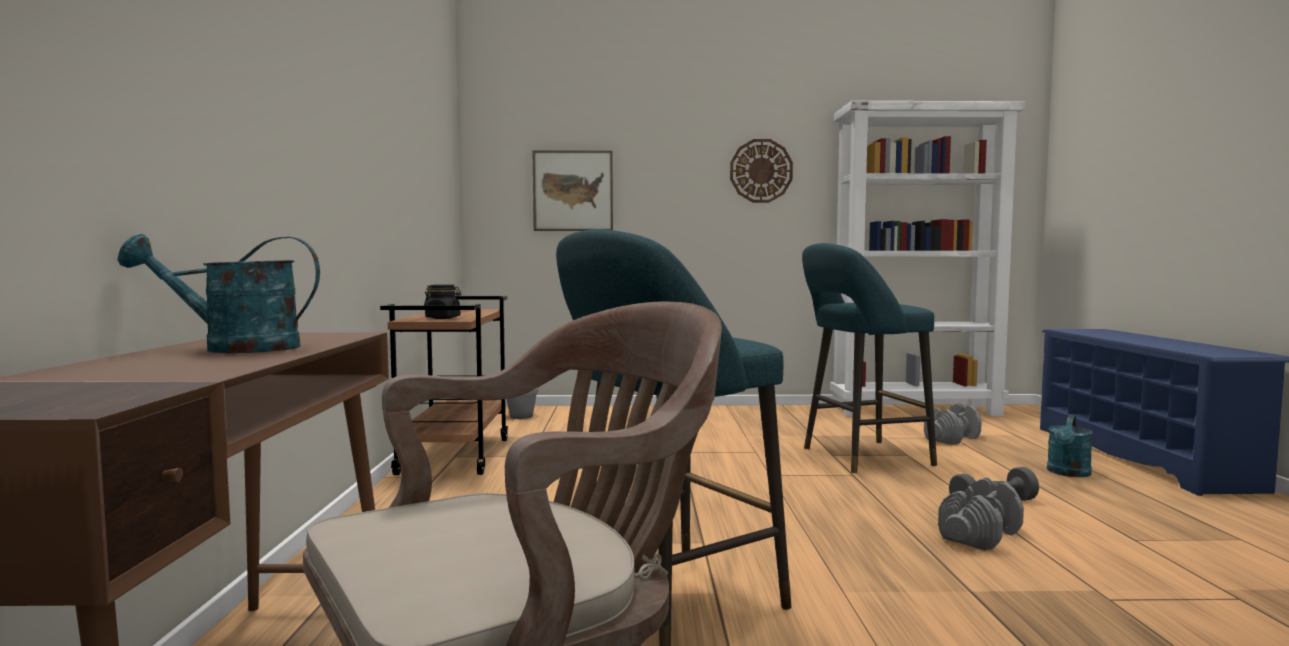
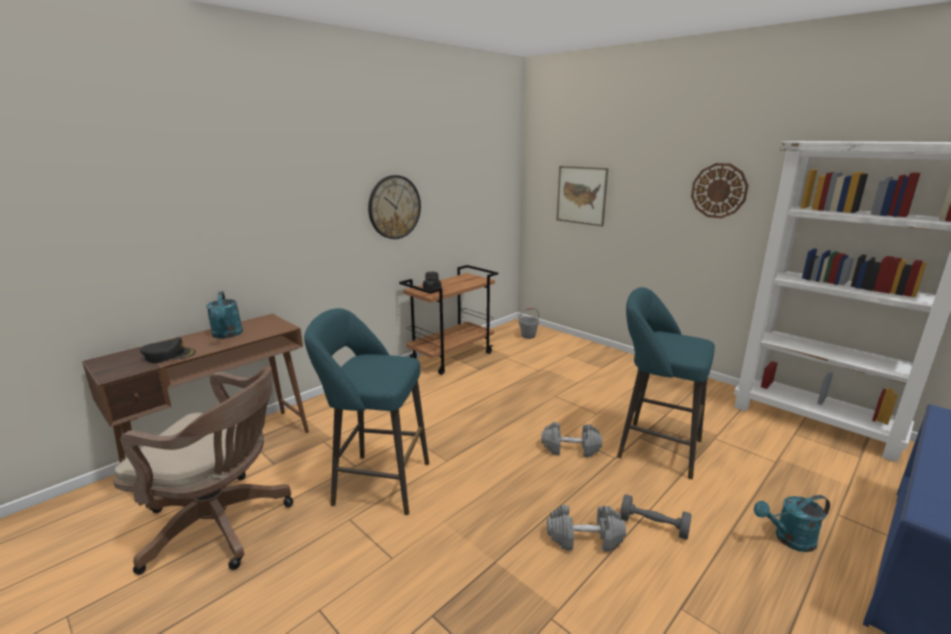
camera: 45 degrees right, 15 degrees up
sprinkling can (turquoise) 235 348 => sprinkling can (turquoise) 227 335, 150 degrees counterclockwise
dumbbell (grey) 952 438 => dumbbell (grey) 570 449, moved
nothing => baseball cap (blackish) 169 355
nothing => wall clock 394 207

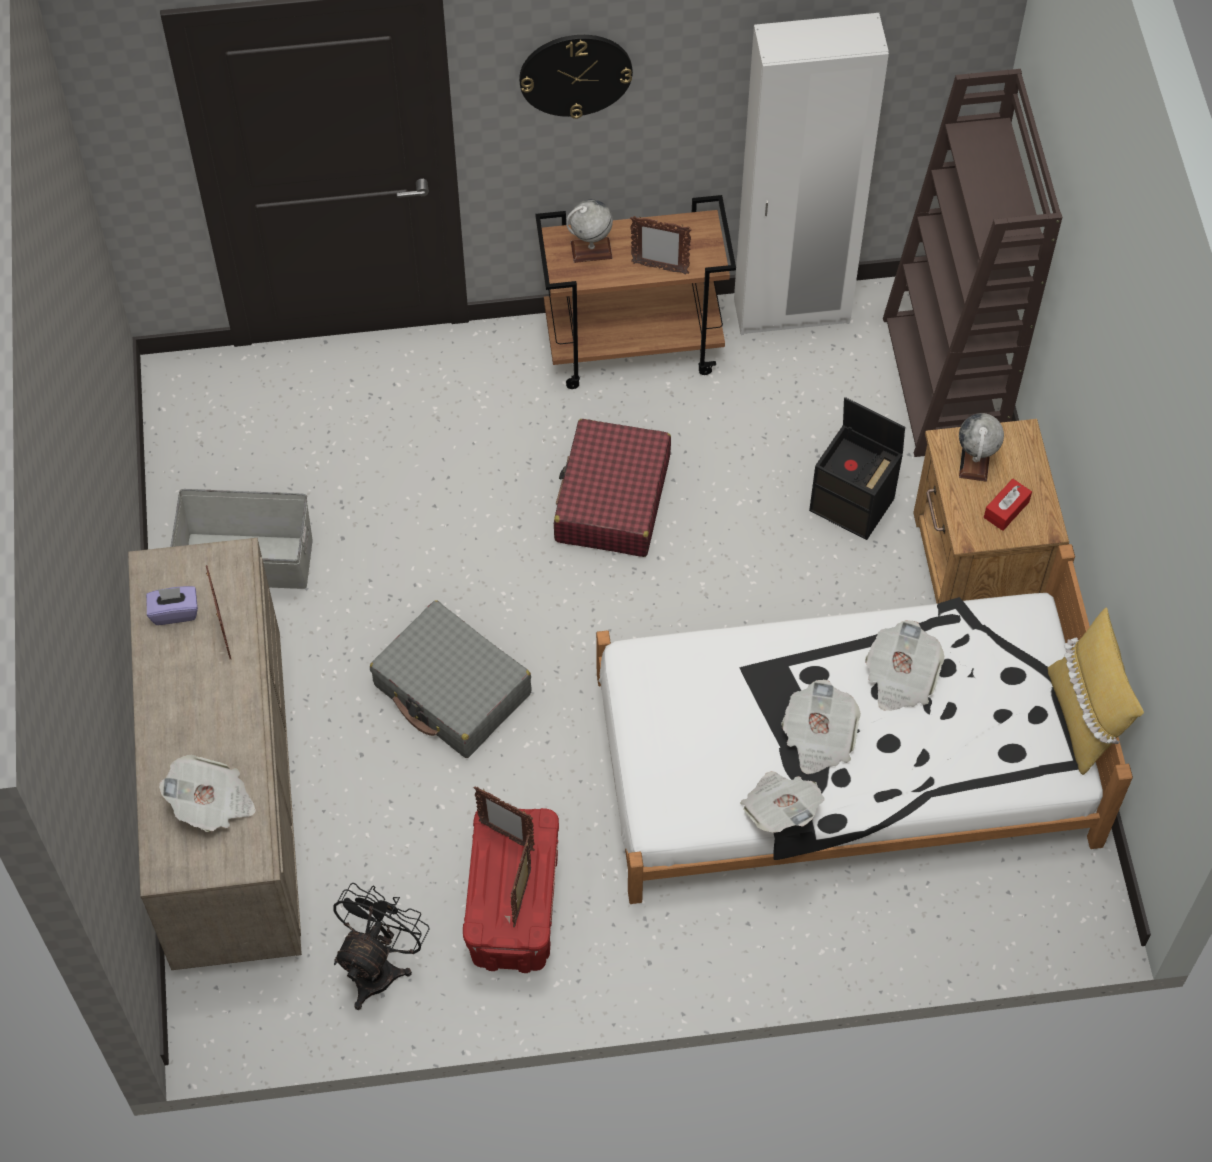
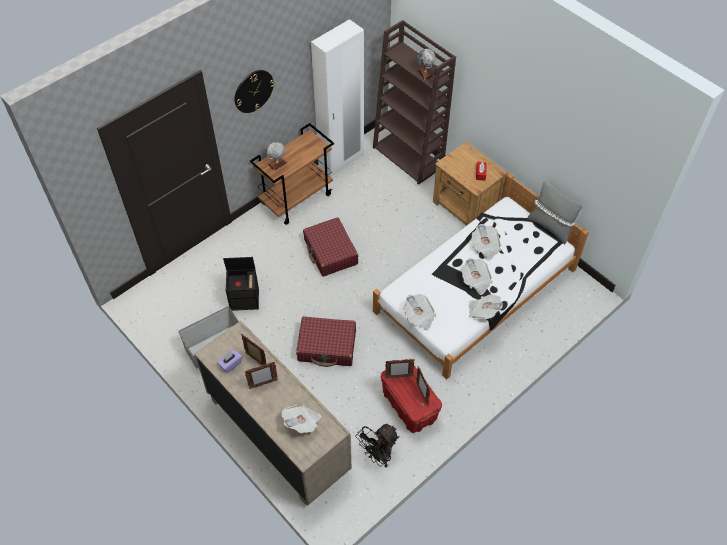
camera: 35 degrees left, 5 degrees down
cooling fan (blackish) 379 966 => cooling fan (blackish) 378 455, 120 degrees counterclockwise
travel case (grey) 452 690 => travel case (red-coloured) 327 346
picture frame 659 268 => picture frame 263 384, moved
storage box (blackish) 853 504 => storage box (blackish) 245 299, moved
desk globe 974 463 => desk globe 425 73, moved
throw pillow (yellowish) 1083 718 => throw pillow (grey) 550 227
nothing => newspaper 419 317

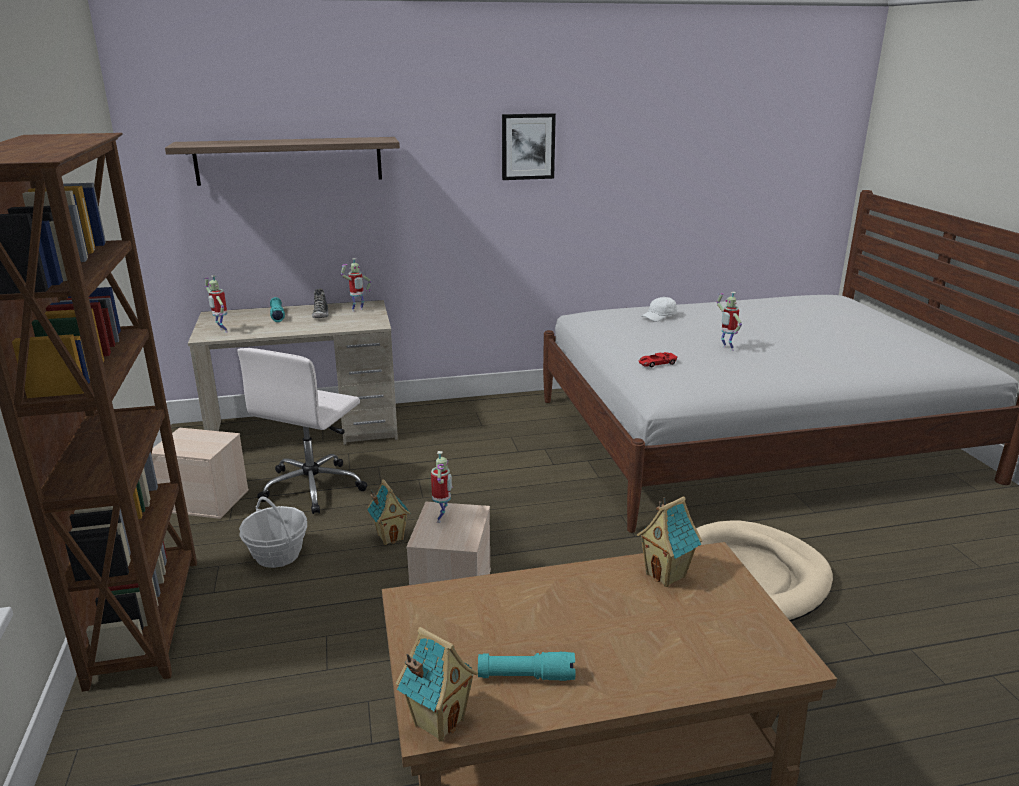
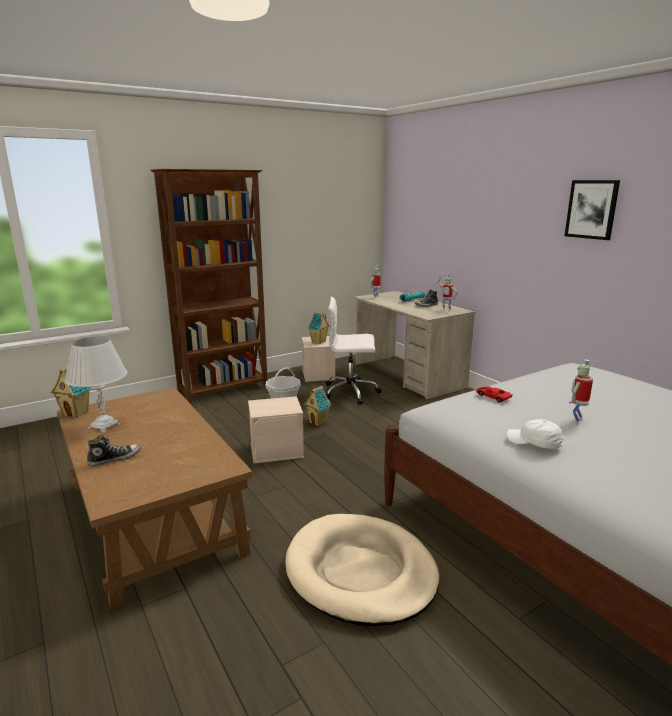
camera: 70 degrees right, 5 degrees down
bracket shelf 289 160 => nothing
toy robot 442 518 => nothing
torch (turquoise) 526 676 => tabletop lamp (white) 104 426
miniature house 667 575 => miniature house 319 342, moved
baseball cap (white) 659 316 => baseball cap (white) 534 443, moved
nothing => low shoe 115 459

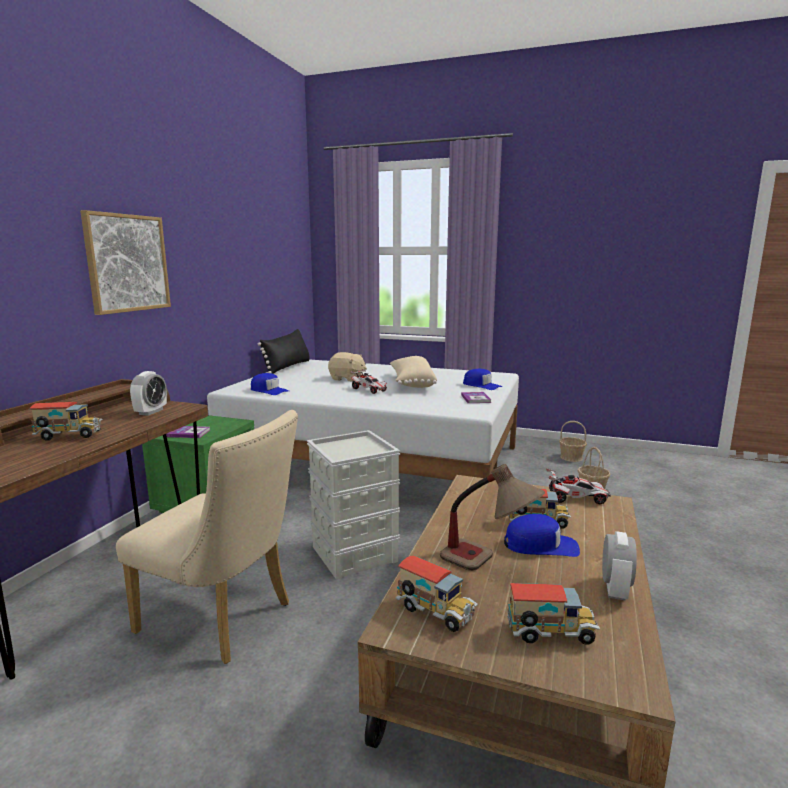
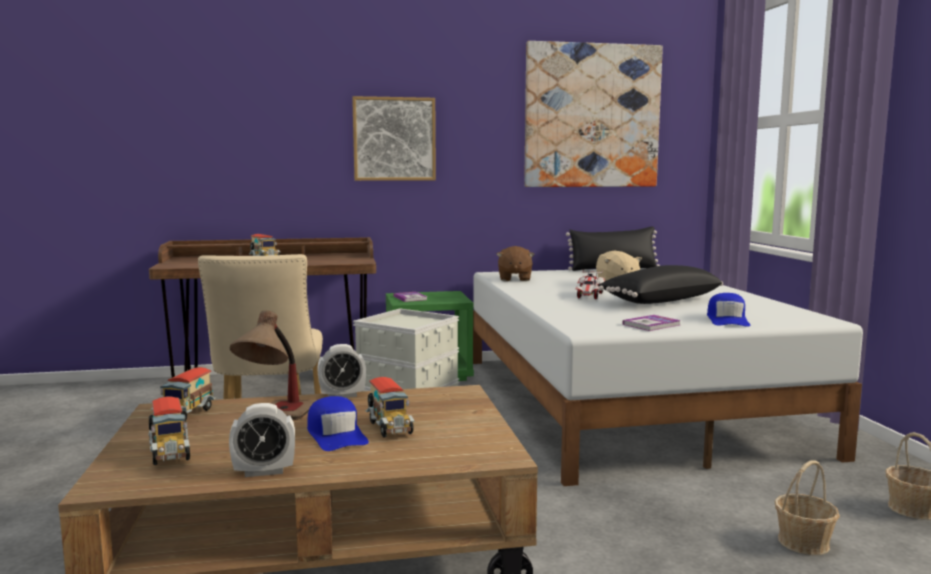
camera: 60 degrees right, 5 degrees down
alarm clock 151 412 => alarm clock 342 395, moved
baseball cap (blue) 269 390 => plush toy (brown-coloured) 514 279
throw pillow (sand-coloured) 411 383 => throw pillow (blackish) 659 301
model car 576 498 => nothing
nothing => wall art 592 116

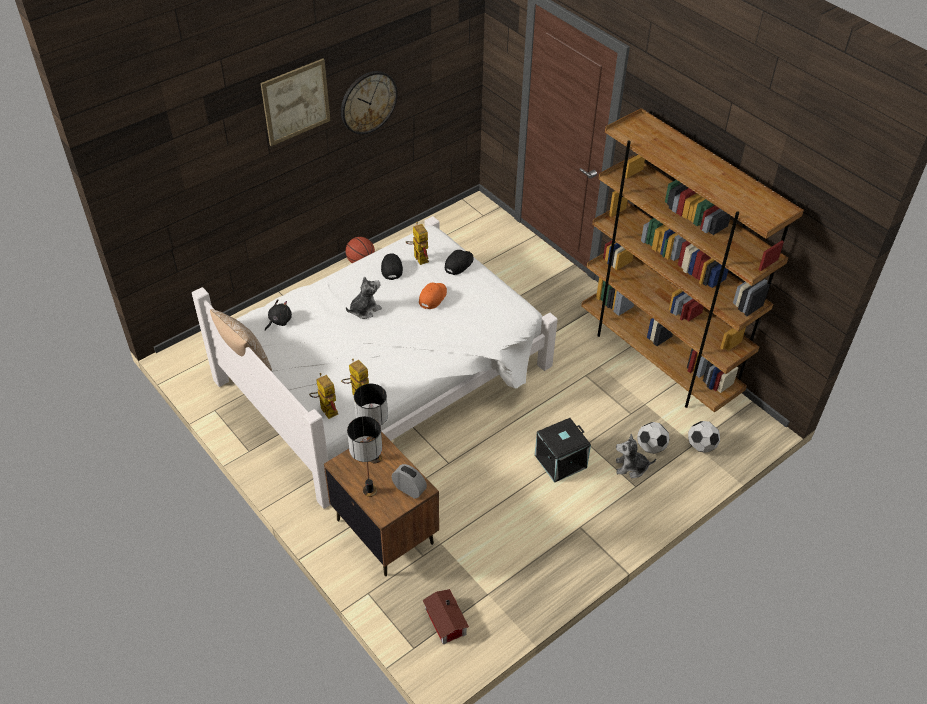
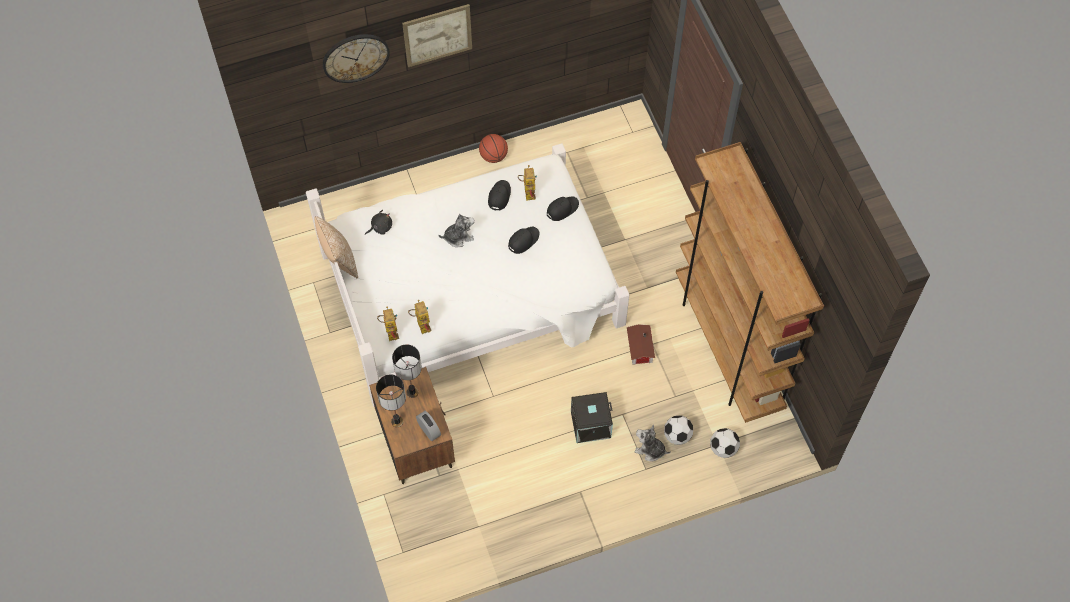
camera: 20 degrees right, 15 degrees up
wall clock 368 102 => wall clock 355 57, moved
baseball cap (orange-coloured) 432 297 => baseball cap (blackish) 523 240
miniature house 445 622 => miniature house 639 349, moved

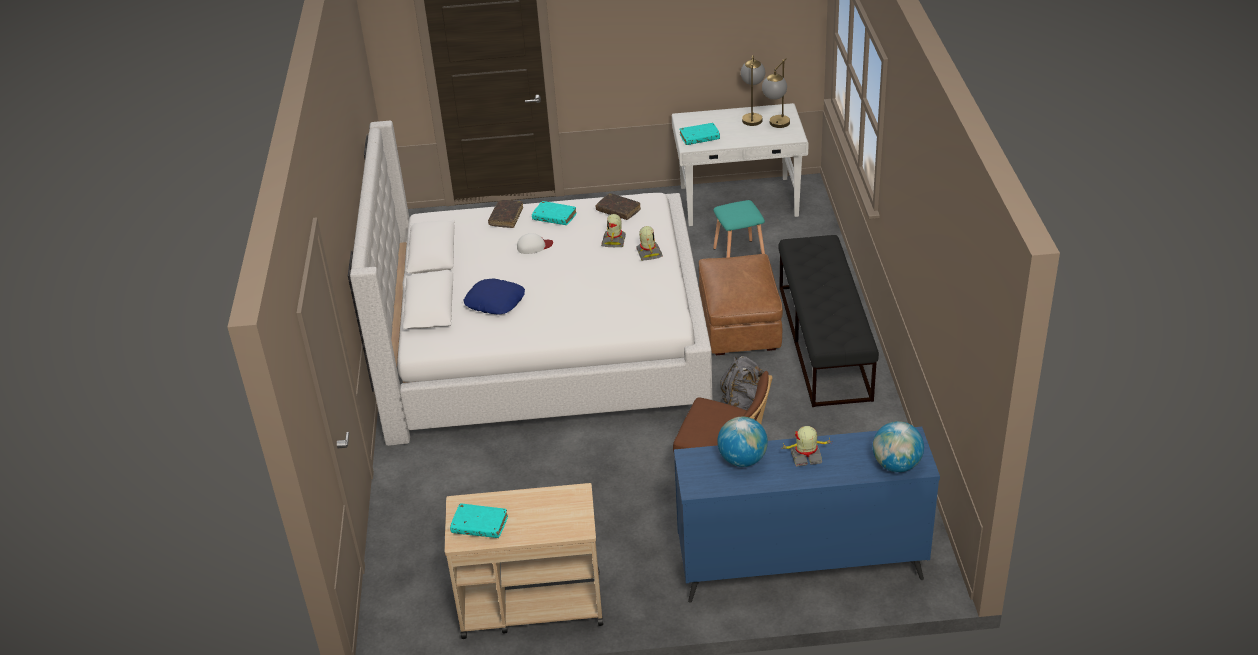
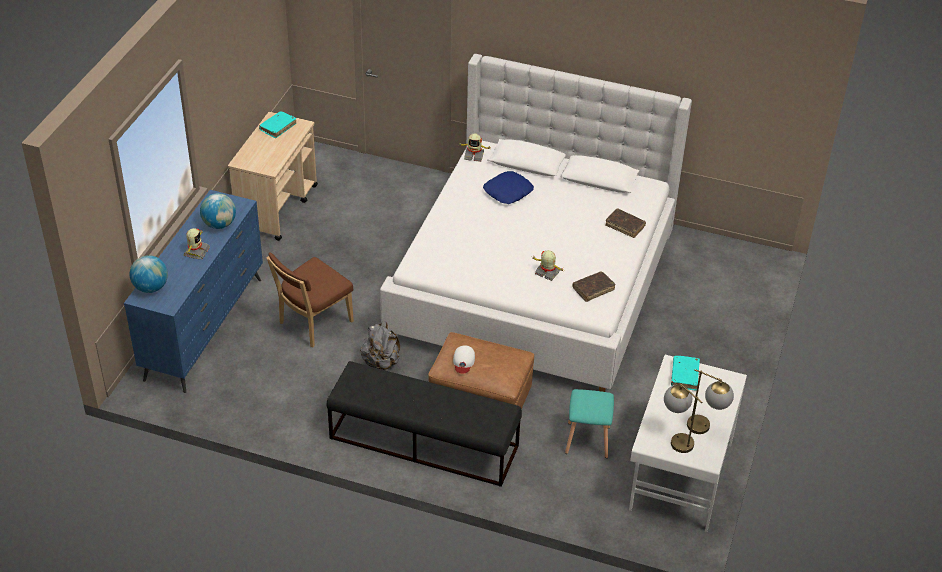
camera: 110 degrees right, 5 degrees up
baseball cap (white) 534 246 => baseball cap (white) 463 361, moved
book (turquoise) 554 217 => nothing
toy robot 648 253 => toy robot 474 155, moved

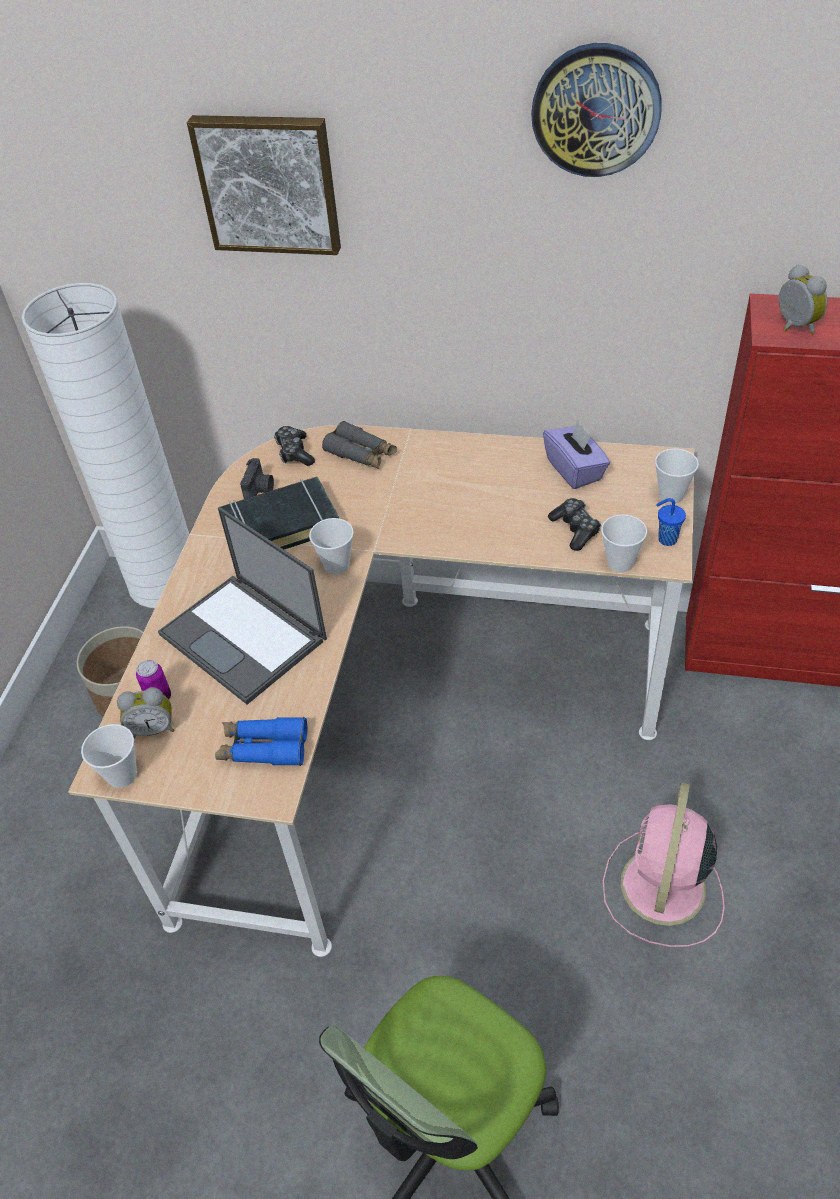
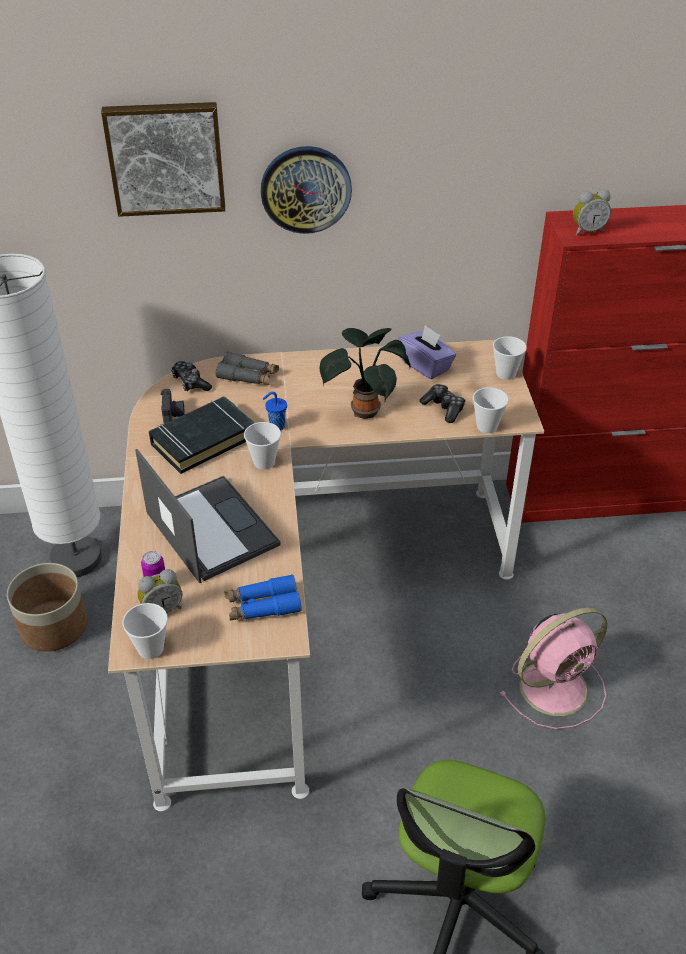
camera: 20 degrees left, 5 degrees down
laptop 245 637 => laptop 210 528, 150 degrees counterclockwise
wall clock 596 110 => wall clock 306 189, moved
cooling fan (pinkish) 662 890 => cooling fan (pinkish) 556 686, 120 degrees counterclockwise
small cup (blue) 666 539 => small cup (blue) 276 426, moved
alarm clock 794 327 => alarm clock 587 231, 120 degrees clockwise
nothing => houseplant 365 410

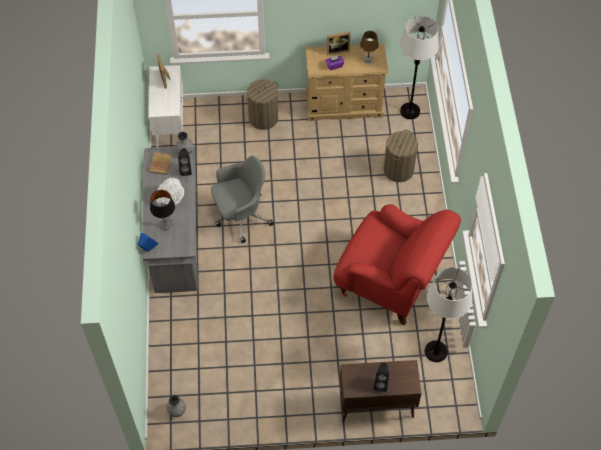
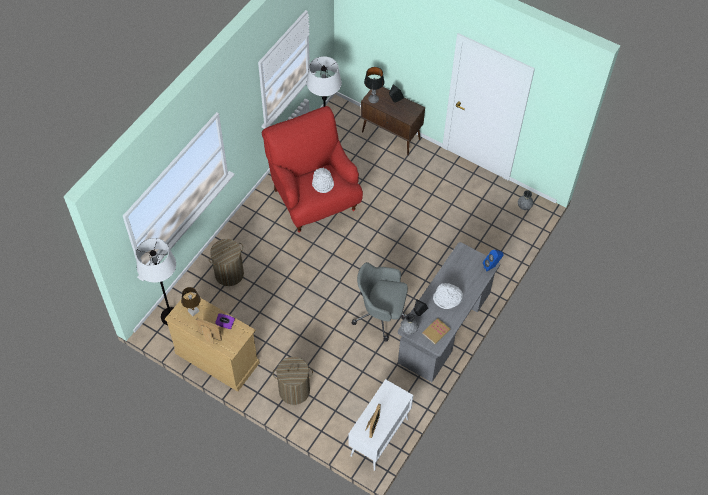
camera: 145 degrees left, 0 degrees up
tabletop lamp 166 224 => tabletop lamp 373 99, moved
nothing => hat (white) 323 183

